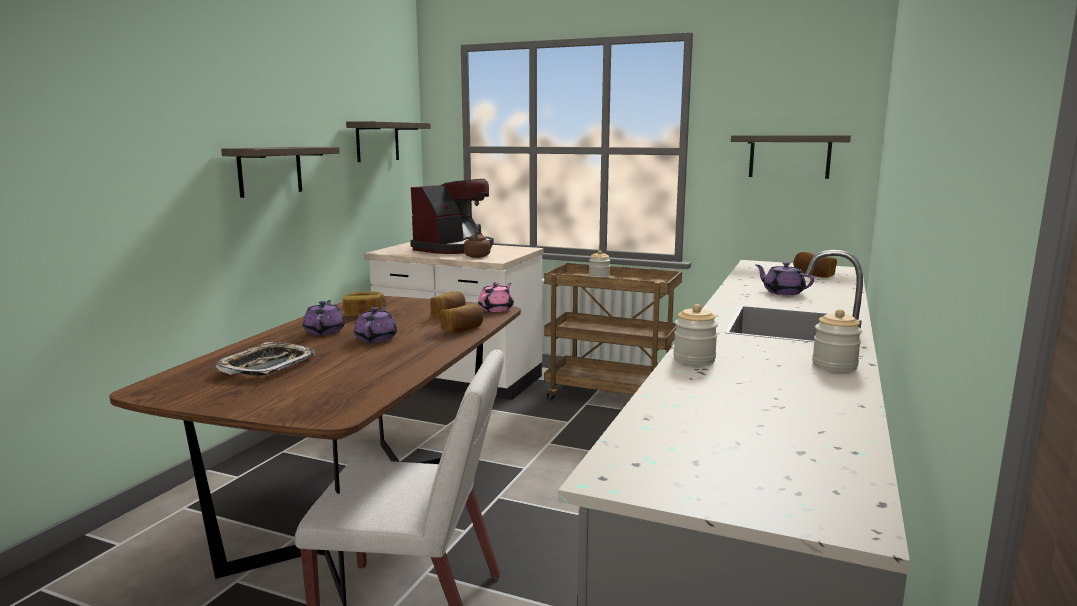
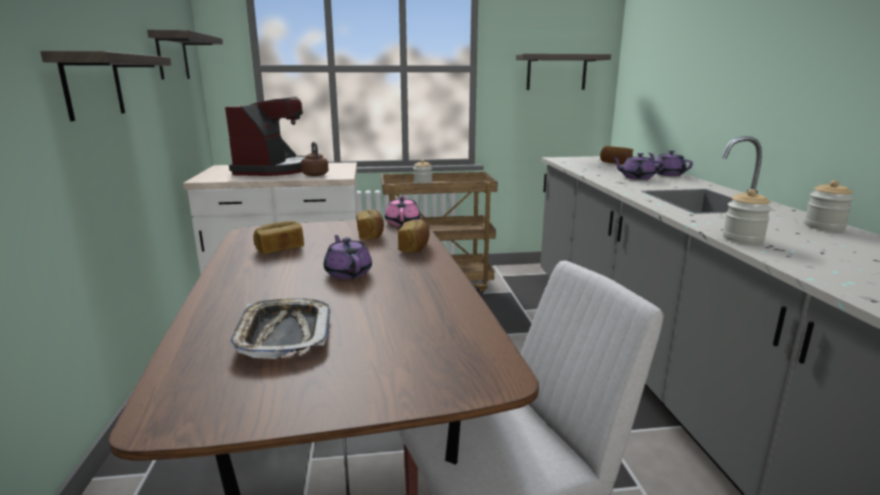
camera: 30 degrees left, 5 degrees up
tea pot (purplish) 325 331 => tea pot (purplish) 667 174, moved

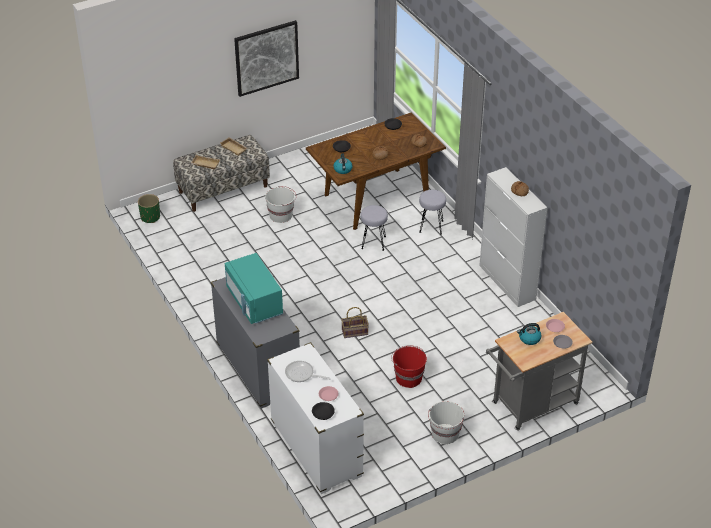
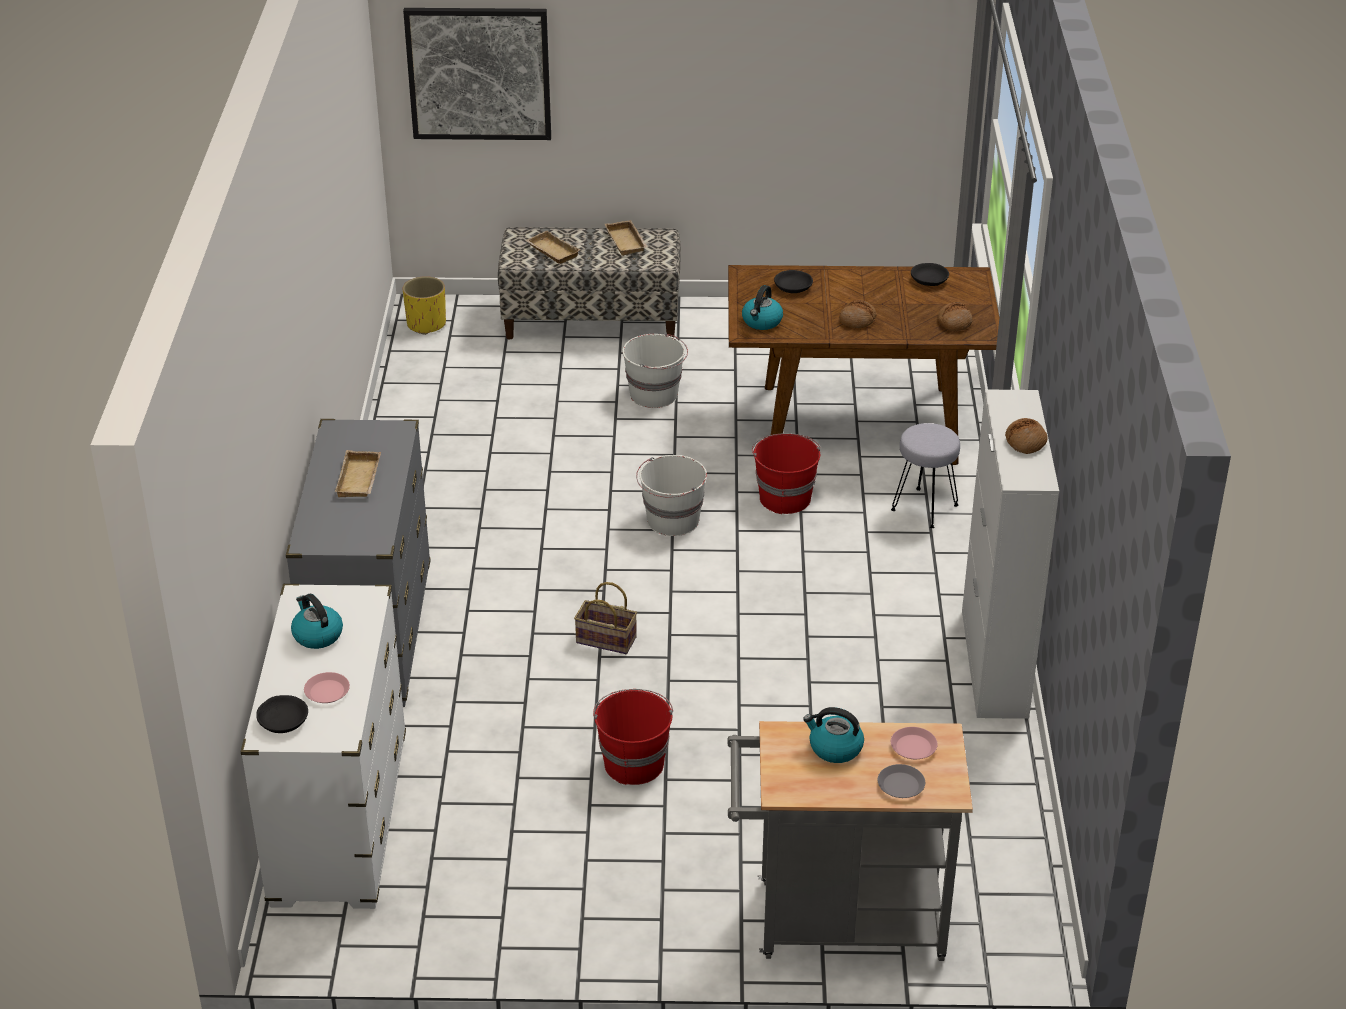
camera: 30 degrees right, 5 degrees down
flower pot (greenish) 150 217 => flower pot (yellowish) 426 324
microwave oven (turquoise) 254 302 => tray (sand-coloured) 360 479
wall art 266 58 => wall art 479 73, moved
skillet 302 374 => water kettle 317 635
sitting stool (grey) 373 243 => water bucket (red-coloured) 784 497
water bucket (white) 445 434 => water bucket (white) 672 521, moved

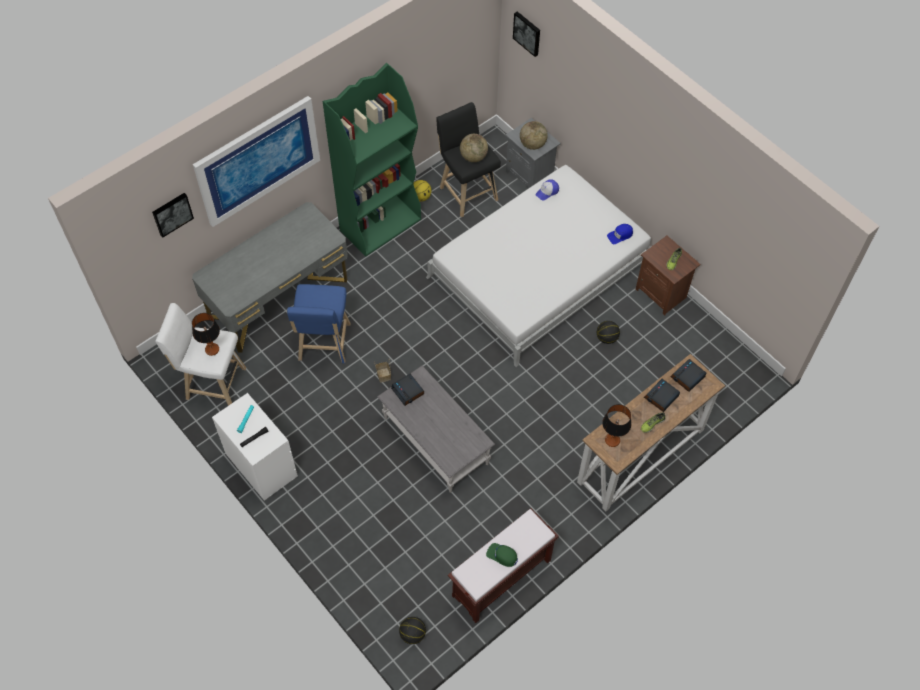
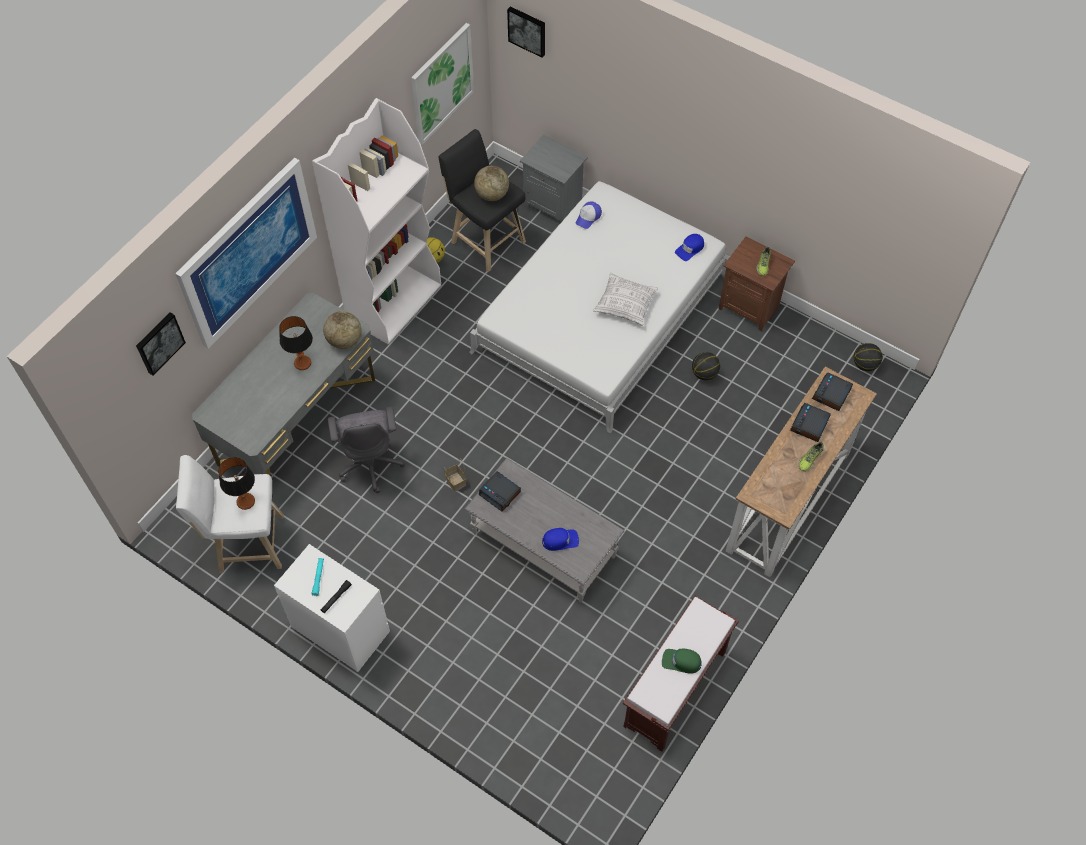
camera: 15 degrees left, 0 degrees up
sitting stool (blue) 324 345 => desk chair (grey) 371 463
bookcase (greenish) 380 224 => bookcase (white) 394 302
basketball ball 413 634 => basketball ball 865 365, moved
desk globe 532 144 => desk globe 344 340, moved
tabletop lamp 612 440 => tabletop lamp 303 363, moved
nothing => wall art 442 83
nothing => baseball cap (blue) 560 540
nothing => throw pillow 625 304

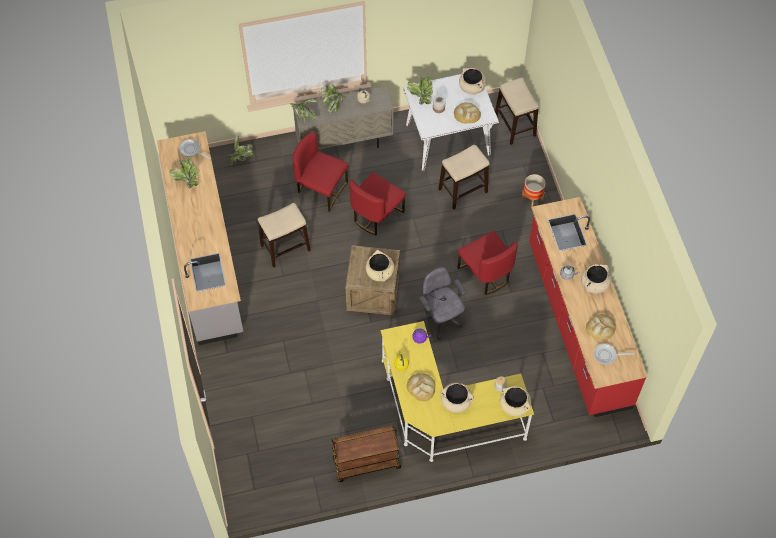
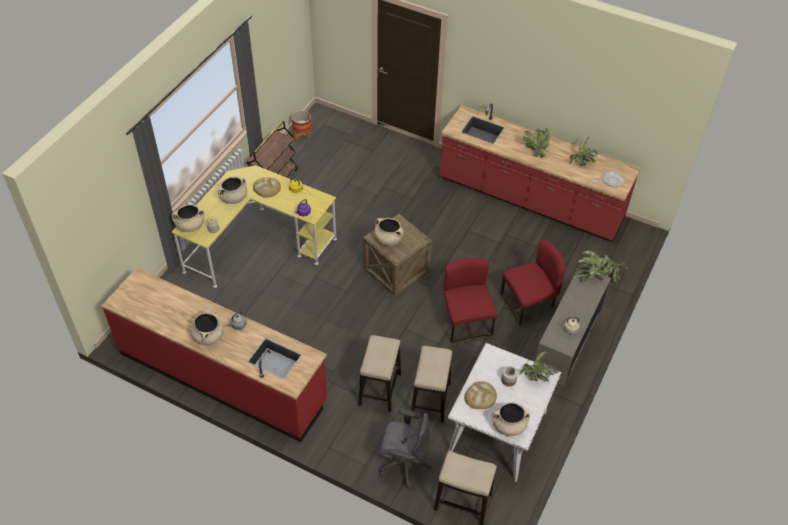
camera: 130 degrees right, 10 degrees down
kitchen base unit (grey) 206 256 => kitchen base unit (red-coloured) 530 200
sitting stool 286 248 => sitting stool 379 389, moved
houseplant 333 105 => houseplant 535 150, moved
desk chair (grey) 440 319 => desk chair (grey) 404 463, moved
chair (red-coloured) 485 274 => nothing
flower pot 532 199 => flower pot 303 137, moved
baked bread 600 328 => nothing
skillet 607 355 => nothing

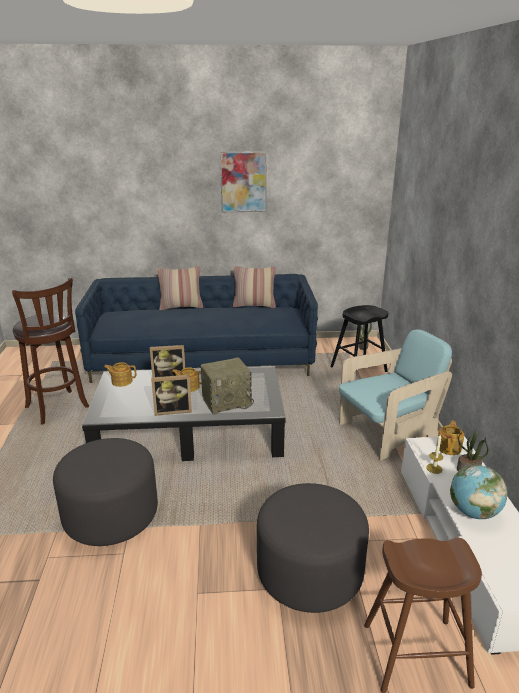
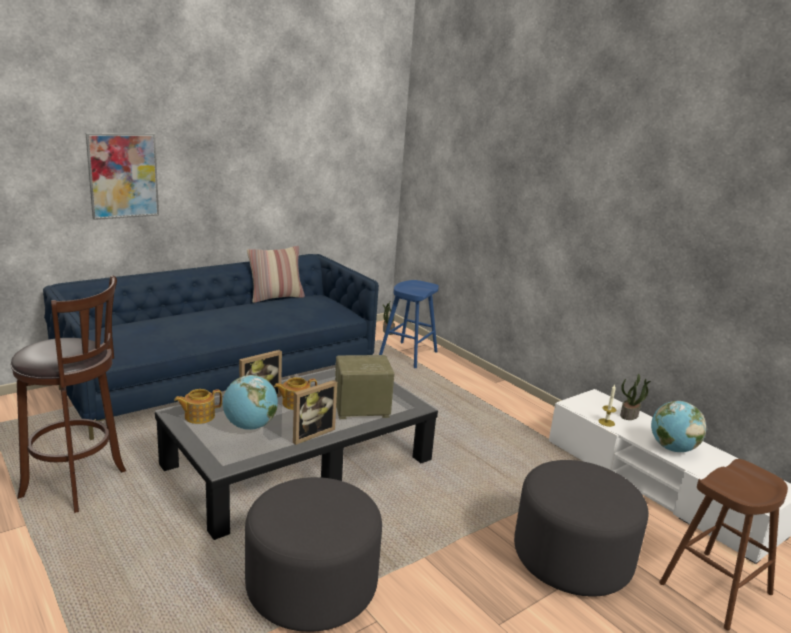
camera: 35 degrees left, 5 degrees down
throw pillow 181 307 => nothing
radio receiver 227 402 => radio receiver 360 409, 135 degrees counterclockwise
wall art 243 182 => wall art 123 175, moved
sitting stool (blackish) 358 369 => sitting stool (blue) 408 355
easy chair (turquoise) 388 432 => nothing
tea pot 449 447 => nothing
nothing => desk globe 250 426

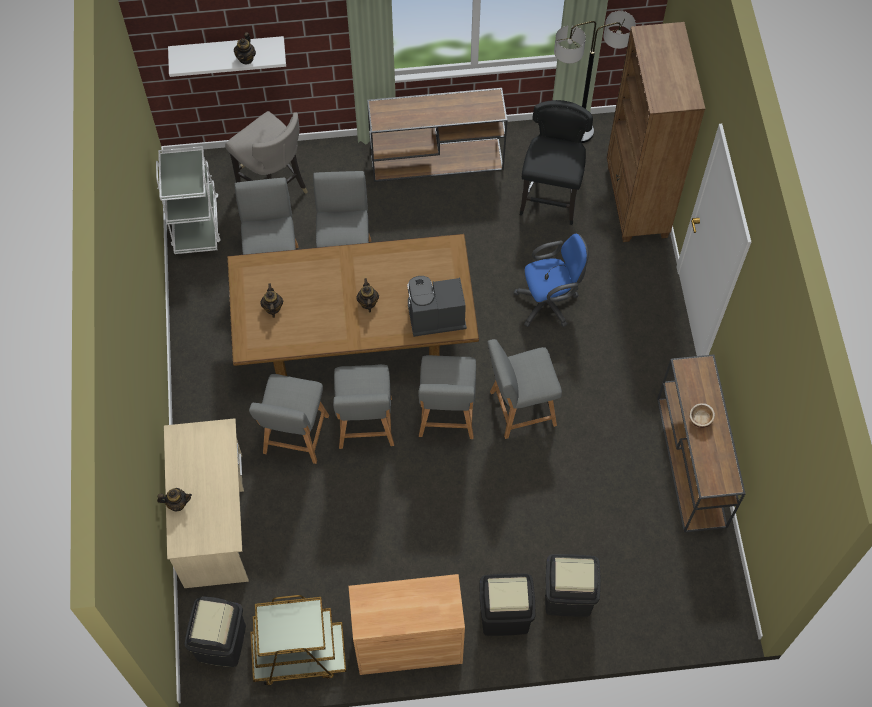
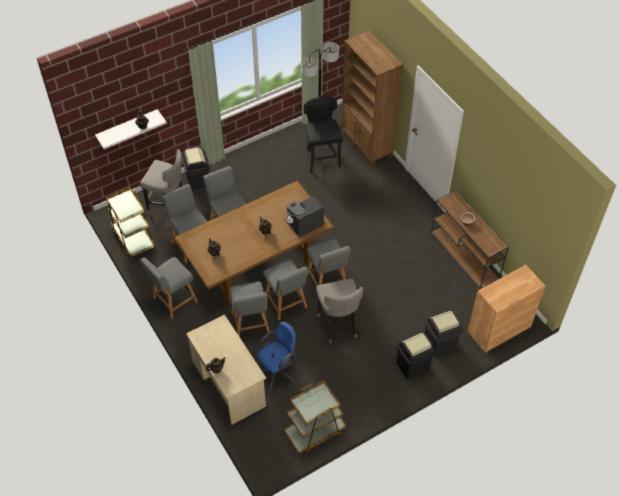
camera: 25 degrees left, 10 degrees down
trolley (white) 195 222 => trolley (brown-coloured) 133 239
trash can (blackish) 221 642 => trash can (blackish) 198 181, moved
cupboard (brown-coloured) 408 644 => cupboard (brown-coloured) 499 329, moved
hall table (brown-coloured) 438 159 => nothing
chair (grey) 519 409 => chair (grey) 173 301, moved
desk chair (blue) 549 302 => desk chair (blue) 277 371, moved
nothing => sitting stool (grey) 338 325

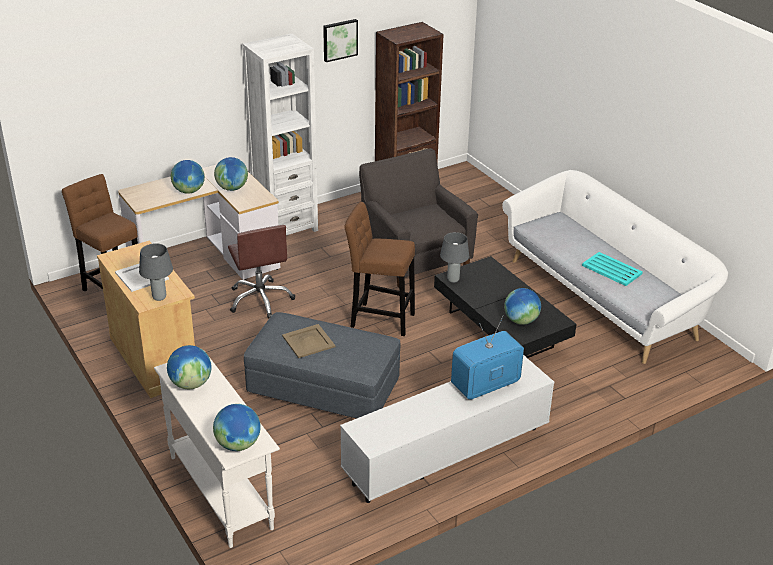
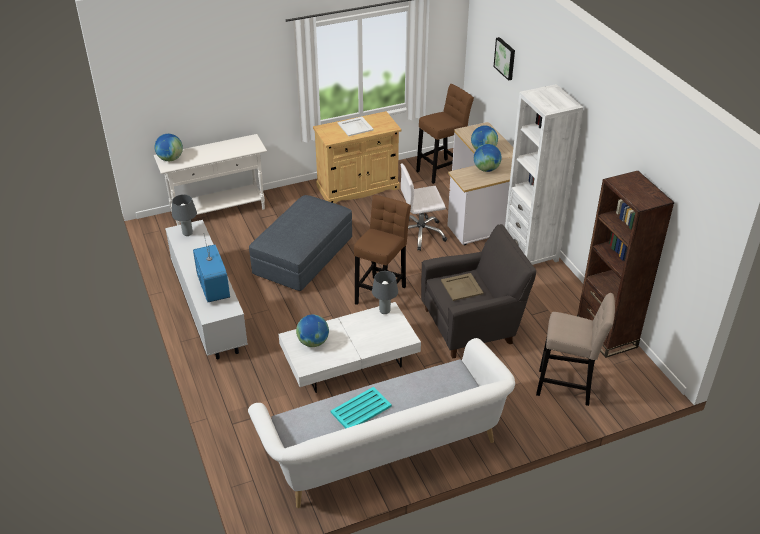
camera: 100 degrees right, 5 degrees up
tabletop lamp (grey) 159 297 => tabletop lamp (grey) 188 233, moved
desk globe 191 384 => nothing
desk chair (brown-coloured) 260 299 => desk chair (white) 420 234
tray (sand-coloured) 308 341 => tray (sand-coloured) 461 287, moved
wall art 339 39 => wall art 505 58, moved
low table (blackish) 501 329 => low table (white) 350 363
nothing => sitting stool (sand-coloured) 567 387

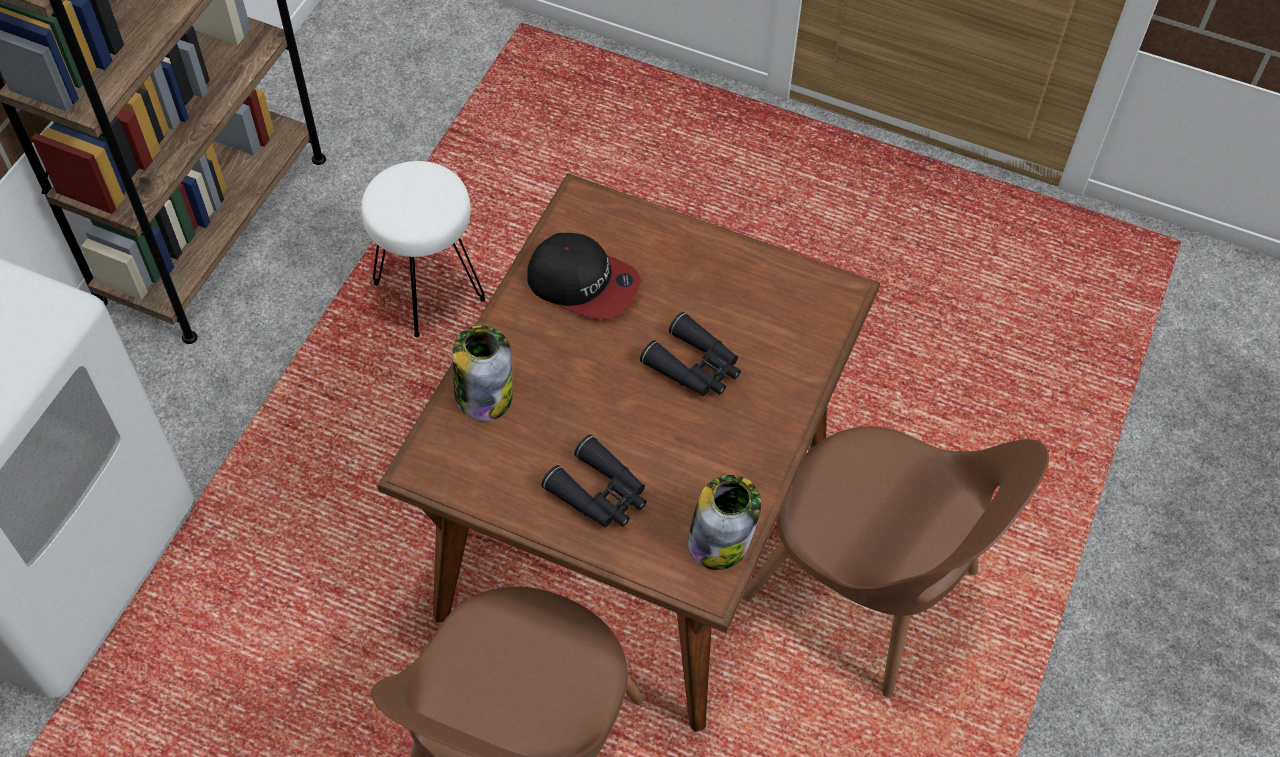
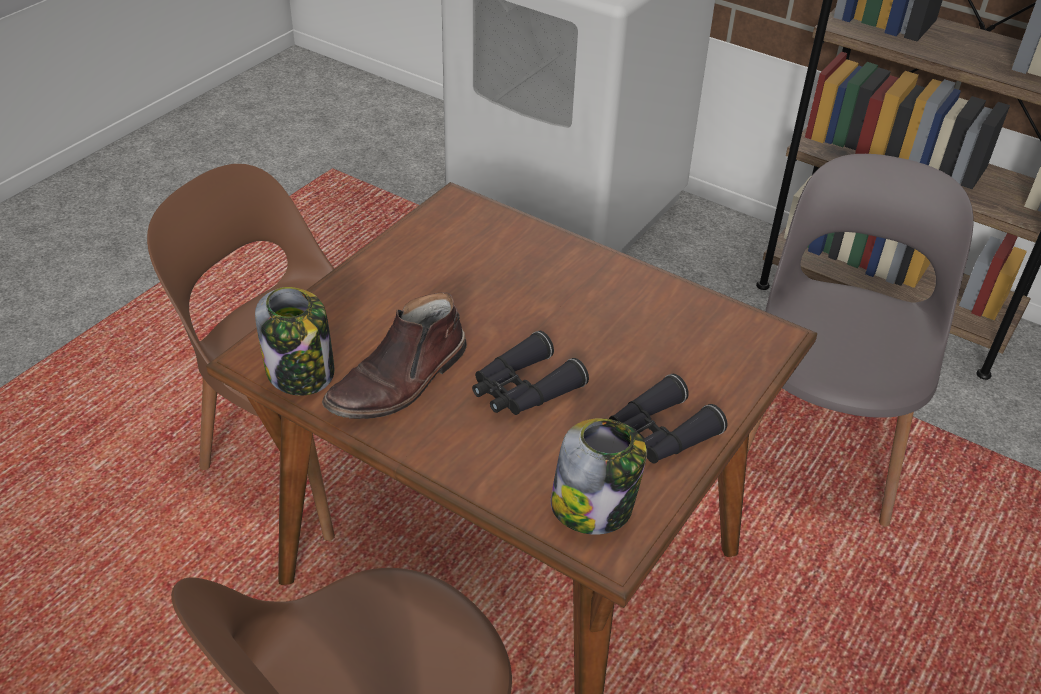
camera: 100 degrees right, 15 degrees down
sitting stool (white) 429 291 => chair (grey) 820 439
jar 483 394 => jar 594 507, moved
baseball cap 583 283 => nothing
field glasses (blackish) 600 494 => field glasses (blackish) 657 435, moved
nothing => boot (brown-coloured) 400 381

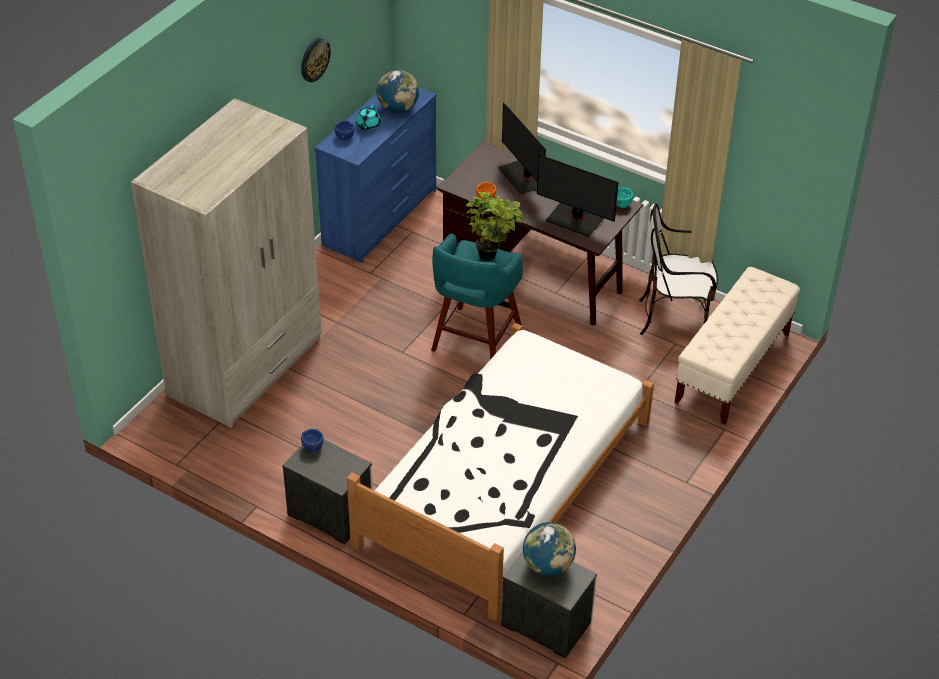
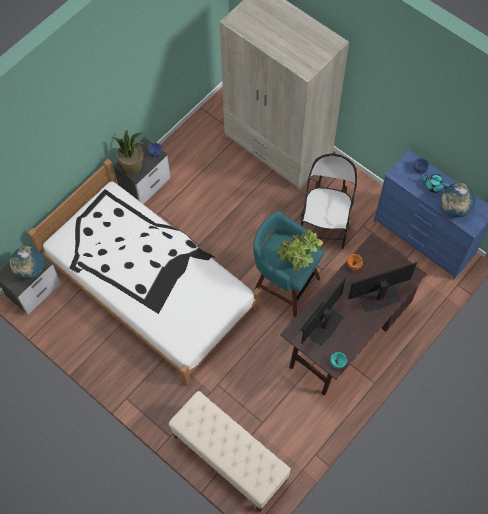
camera: 100 degrees right, 20 degrees up
wall clock 314 59 => nothing
chair 675 318 => chair 325 225, moved
nothing => houseplant 133 166

